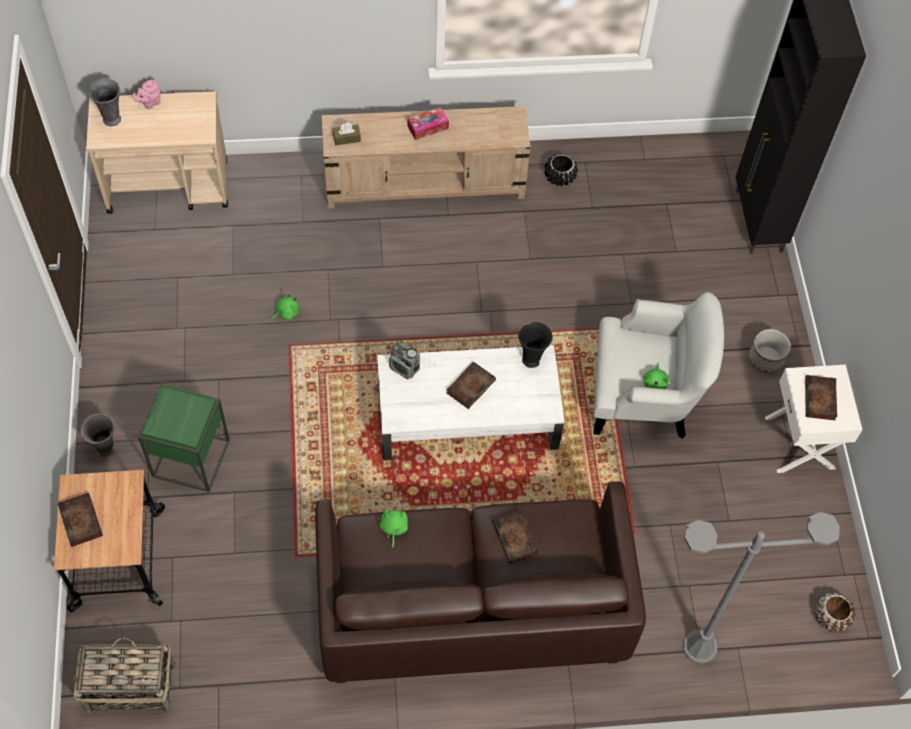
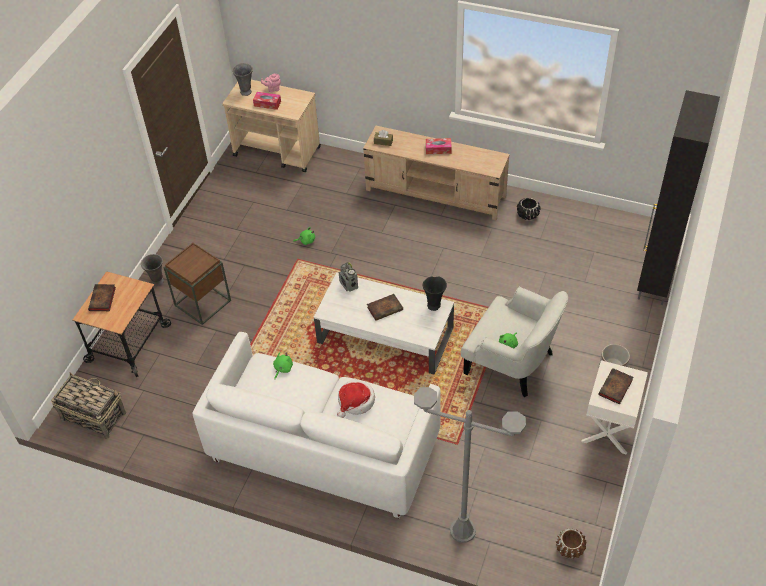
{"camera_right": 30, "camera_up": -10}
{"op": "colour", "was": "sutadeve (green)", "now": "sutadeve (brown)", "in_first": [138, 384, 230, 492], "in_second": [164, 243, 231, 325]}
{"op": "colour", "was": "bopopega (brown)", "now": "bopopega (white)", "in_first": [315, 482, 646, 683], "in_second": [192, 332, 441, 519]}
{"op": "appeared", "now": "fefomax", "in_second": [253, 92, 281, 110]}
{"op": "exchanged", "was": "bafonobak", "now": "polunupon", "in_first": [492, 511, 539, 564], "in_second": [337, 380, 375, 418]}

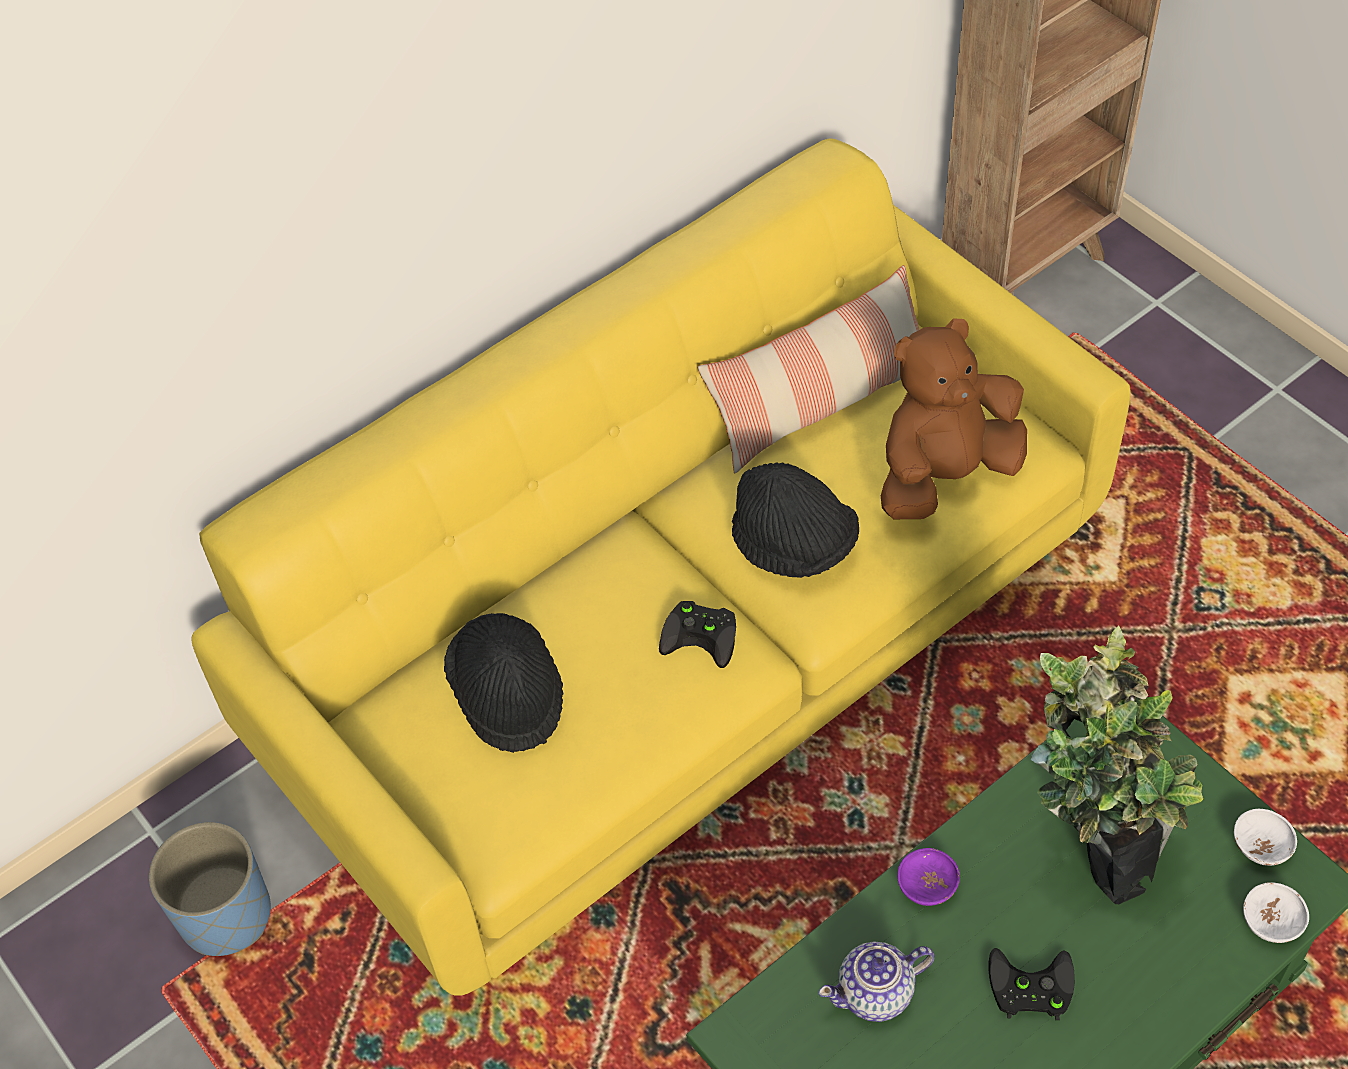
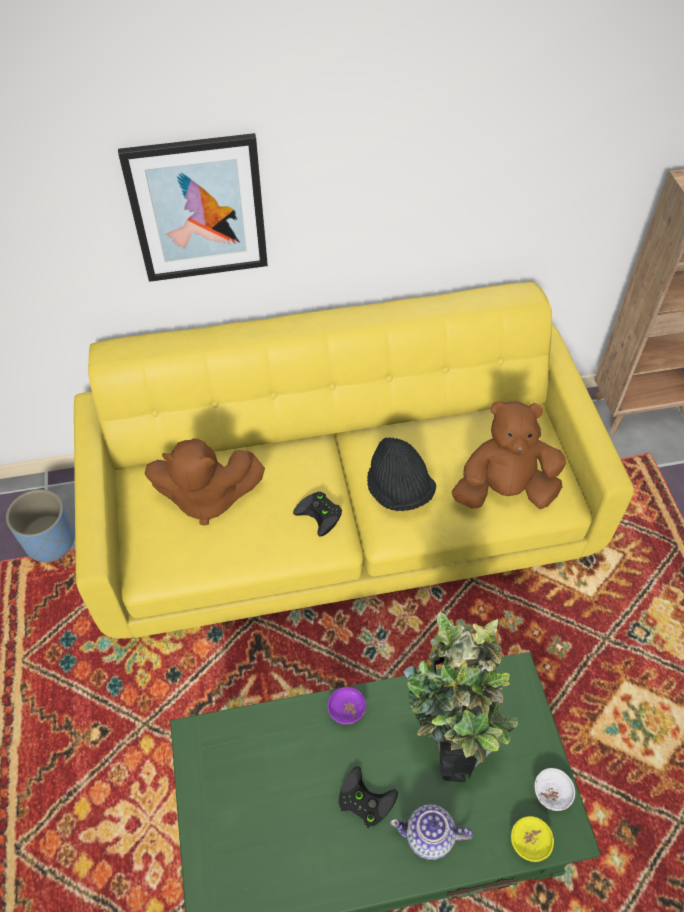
{"camera_right": 25, "camera_up": 0}
{"op": "appeared", "now": "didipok", "in_second": [118, 133, 268, 282]}
{"op": "exchanged", "was": "polunupon (black)", "now": "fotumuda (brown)", "in_first": [444, 613, 563, 753], "in_second": [144, 438, 265, 526]}
{"op": "relocated", "was": "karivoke", "in_first": [819, 941, 935, 1022], "in_second": [390, 805, 473, 860]}
{"op": "colour", "was": "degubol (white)", "now": "degubol (yellow)", "in_first": [1243, 882, 1309, 943], "in_second": [511, 816, 554, 862]}
{"op": "missing", "was": "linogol", "in_first": [697, 265, 919, 473]}

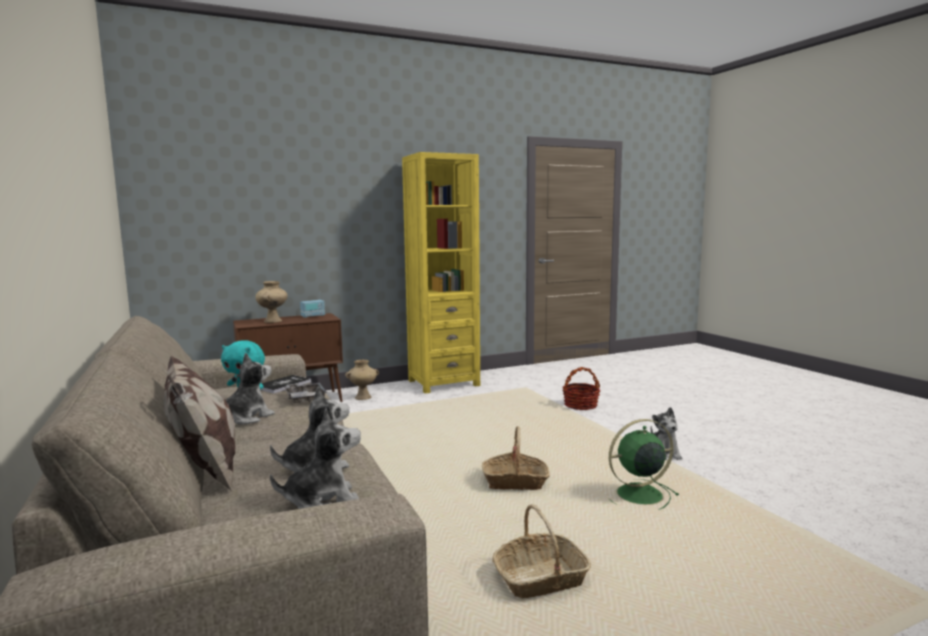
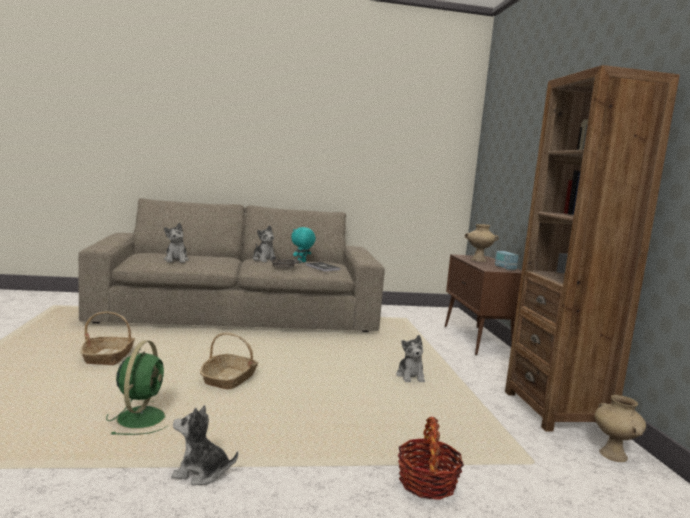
{"camera_right": 105, "camera_up": 0}
{"op": "relocated", "was": "fotumuda", "in_first": [270, 409, 361, 509], "in_second": [396, 335, 425, 382]}
{"op": "colour", "was": "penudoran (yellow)", "now": "penudoran (brown)", "in_first": [402, 152, 480, 394], "in_second": [505, 65, 680, 432]}
{"op": "relocated", "was": "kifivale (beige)", "in_first": [345, 360, 379, 400], "in_second": [595, 395, 646, 462]}
{"op": "missing", "was": "linogol", "in_first": [164, 355, 235, 491]}

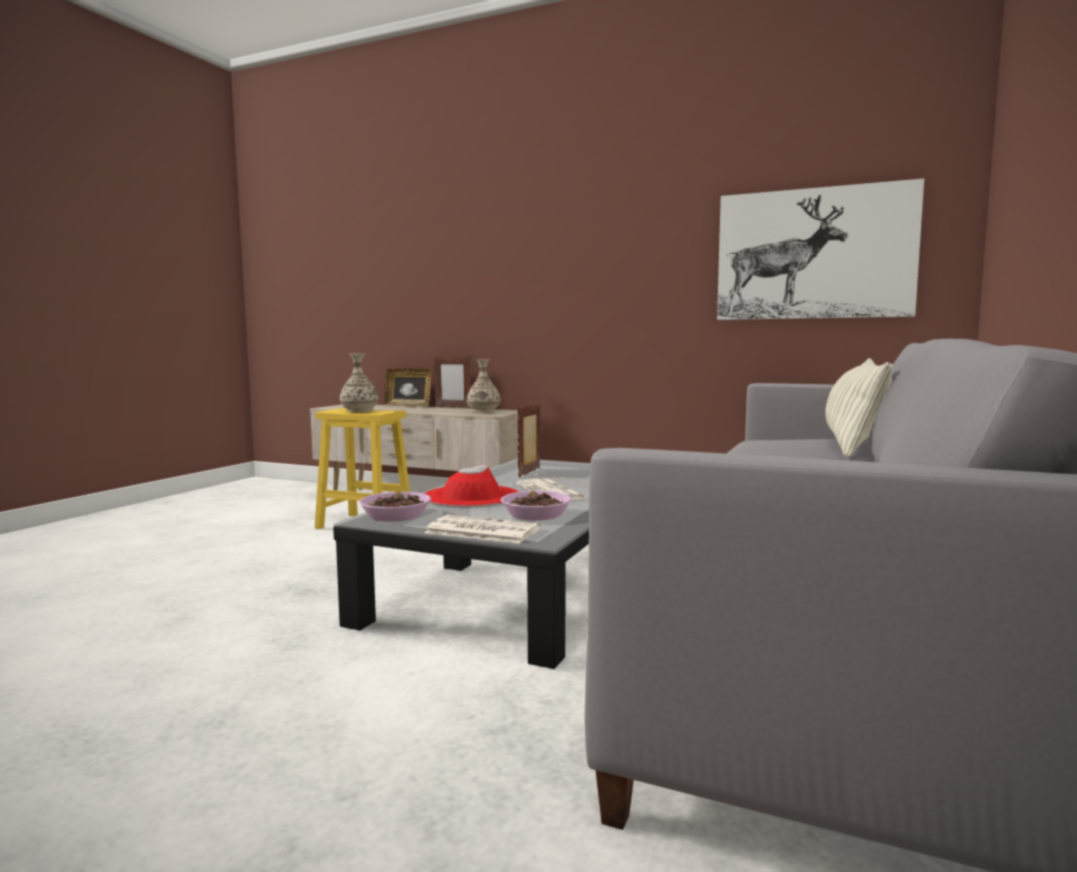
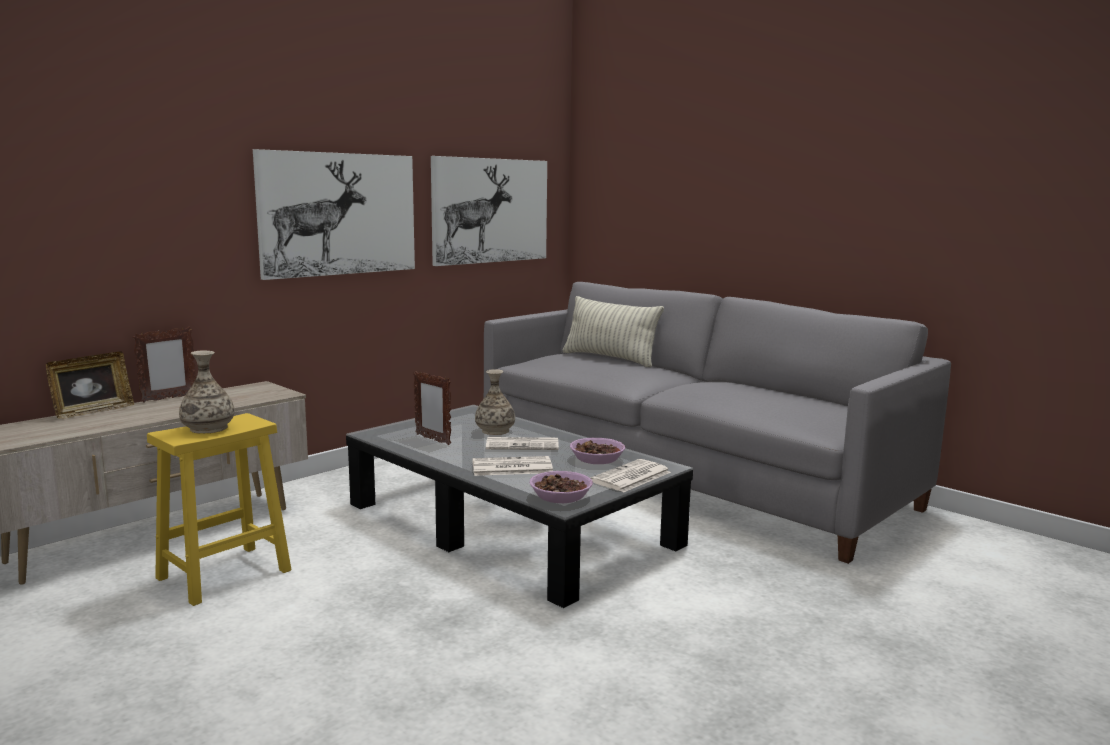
{"camera_right": -70, "camera_up": 5}
{"op": "appeared", "now": "didipok", "in_second": [253, 149, 415, 280]}
{"op": "exchanged", "was": "polunupon (red)", "now": "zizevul", "in_first": [424, 465, 519, 507], "in_second": [472, 456, 553, 476]}
{"op": "relocated", "was": "kifivale", "in_first": [467, 359, 501, 412], "in_second": [475, 369, 515, 435]}

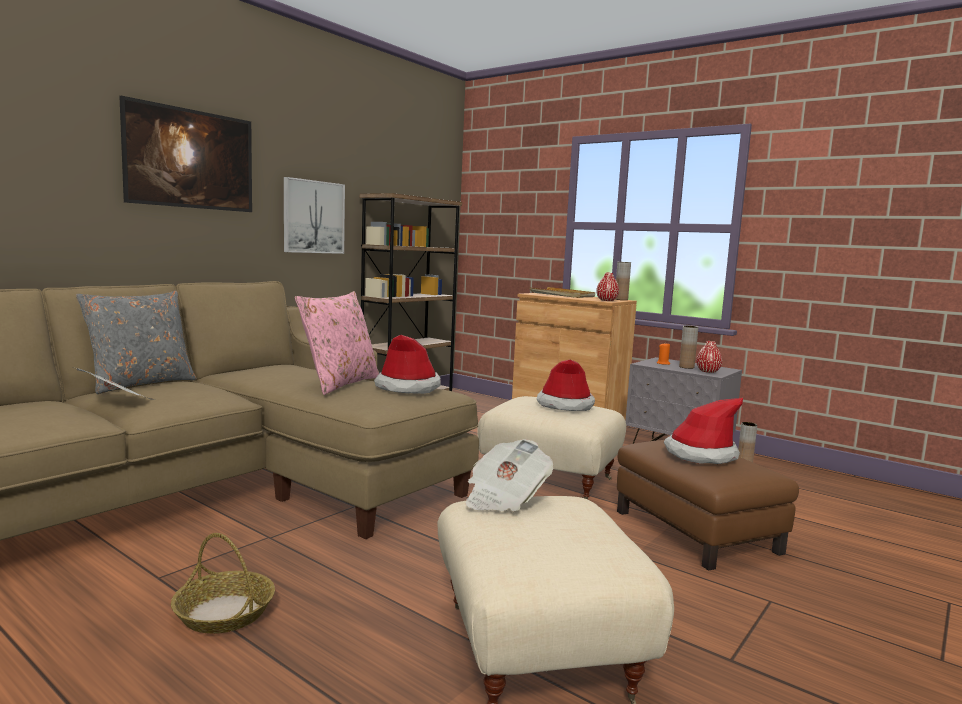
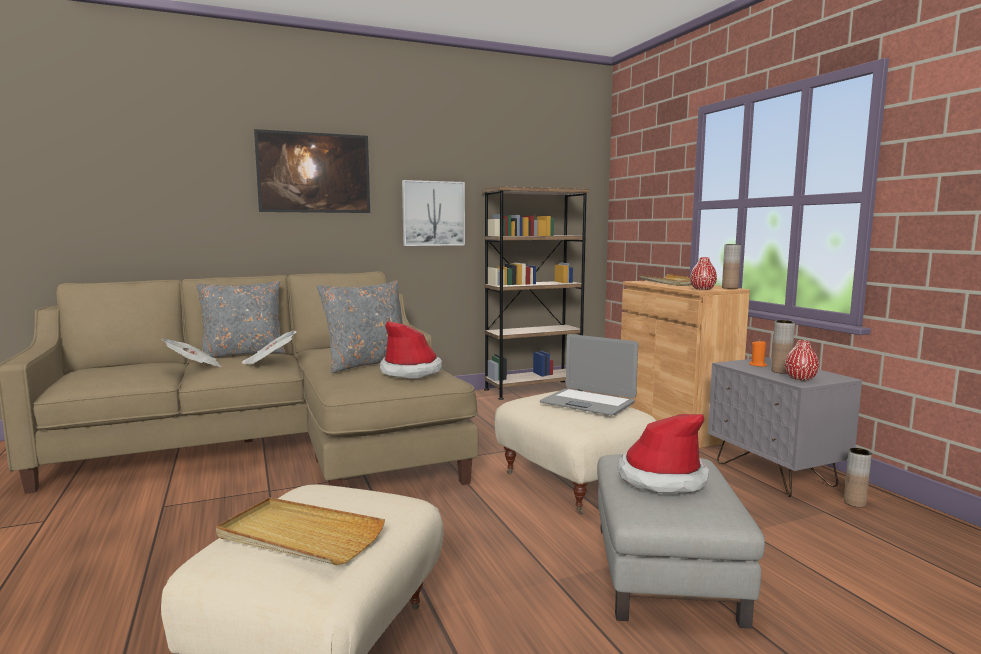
{"camera_right": 30, "camera_up": 0}
{"op": "appeared", "now": "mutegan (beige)", "in_second": [216, 497, 385, 565]}
{"op": "relocated", "was": "zizevul", "in_first": [466, 439, 553, 511], "in_second": [242, 331, 297, 365]}
{"op": "colour", "was": "linogol (pink)", "now": "linogol (grey)", "in_first": [295, 291, 379, 395], "in_second": [317, 280, 403, 373]}
{"op": "exchanged", "was": "polunupon", "now": "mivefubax", "in_first": [537, 360, 595, 411], "in_second": [540, 334, 638, 415]}
{"op": "colour", "was": "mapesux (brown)", "now": "mapesux (grey)", "in_first": [617, 440, 799, 571], "in_second": [597, 454, 765, 629]}
{"op": "missing", "was": "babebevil", "in_first": [171, 533, 275, 634]}

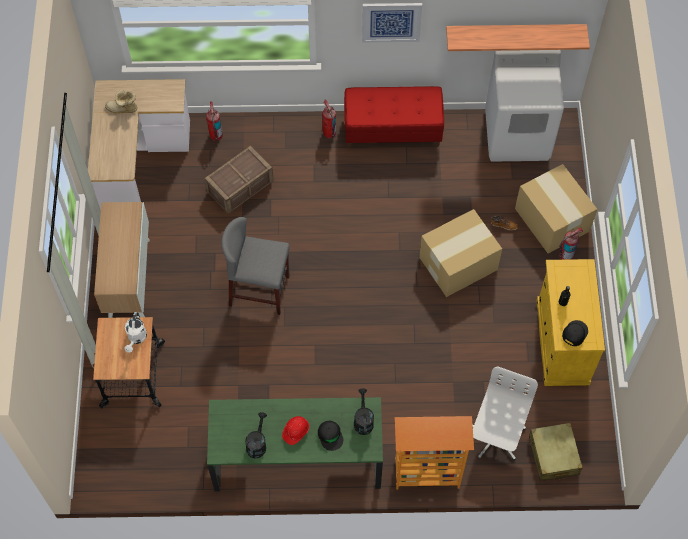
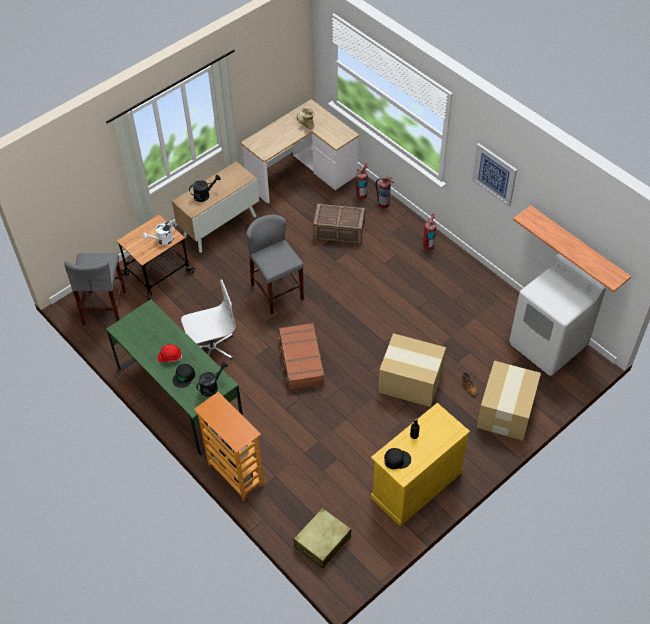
{"camera_right": 50, "camera_up": -10}
{"op": "appeared", "now": "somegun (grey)", "in_second": [64, 253, 126, 326]}
{"op": "relocated", "was": "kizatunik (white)", "in_first": [473, 367, 538, 461], "in_second": [181, 279, 236, 360]}
{"op": "relocated", "was": "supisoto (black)", "in_first": [245, 412, 267, 458], "in_second": [189, 175, 221, 202]}
{"op": "appeared", "now": "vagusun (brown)", "in_second": [278, 323, 325, 390]}
{"op": "relocated", "was": "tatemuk", "in_first": [559, 227, 583, 260], "in_second": [376, 176, 394, 208]}
{"op": "missing", "was": "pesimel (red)", "in_first": [344, 86, 444, 149]}

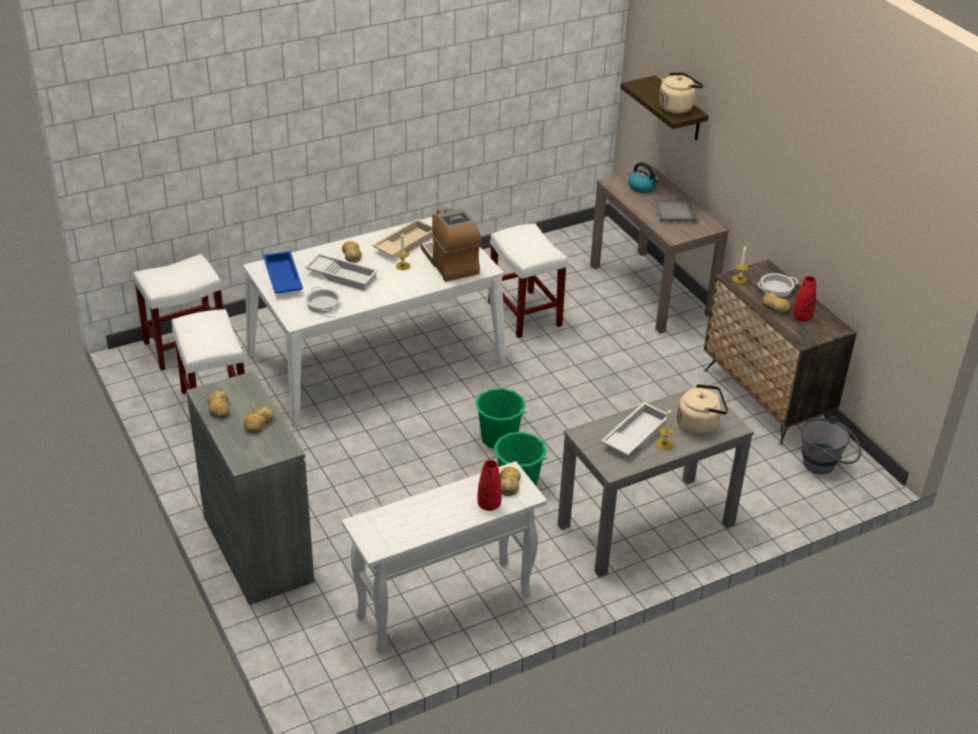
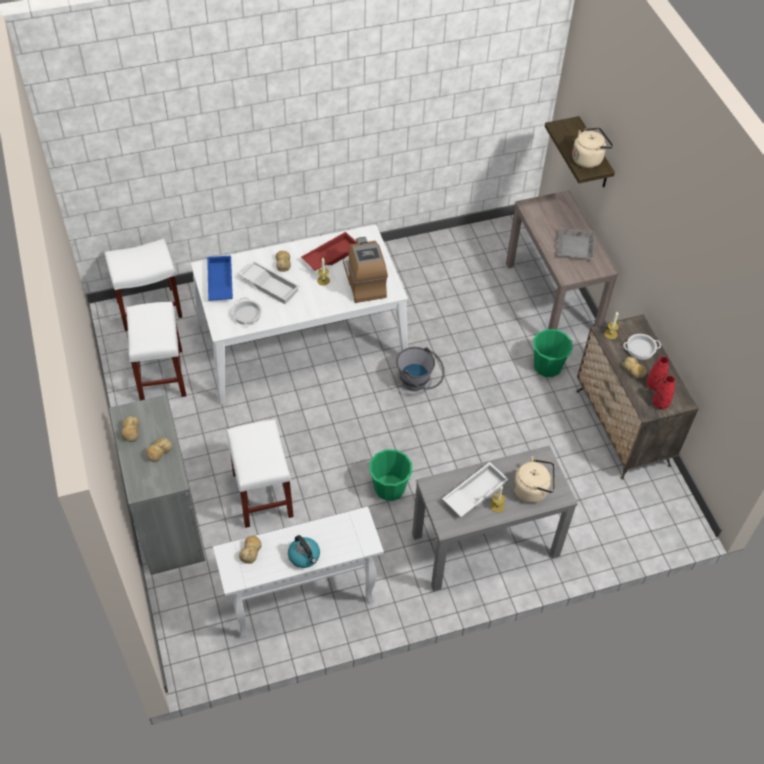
{"camera_right": 10, "camera_up": 15}
{"op": "relocated", "was": "somegun (white)", "in_first": [488, 223, 568, 338], "in_second": [226, 419, 294, 528]}
{"op": "relocated", "was": "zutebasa", "in_first": [500, 467, 521, 496], "in_second": [239, 536, 262, 564]}
{"op": "relocated", "was": "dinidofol", "in_first": [629, 162, 659, 193], "in_second": [288, 535, 320, 568]}
{"op": "colour", "was": "mutegan (beige)", "now": "mutegan (red)", "in_first": [372, 219, 433, 256], "in_second": [301, 232, 356, 271]}
{"op": "relocated", "was": "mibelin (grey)", "in_first": [801, 416, 861, 475], "in_second": [396, 347, 444, 391]}
{"op": "relocated", "was": "mibelin (green)", "in_first": [475, 388, 527, 449], "in_second": [533, 329, 573, 377]}
{"op": "relocated", "was": "kifivale (red)", "in_first": [477, 460, 502, 511], "in_second": [652, 375, 675, 409]}

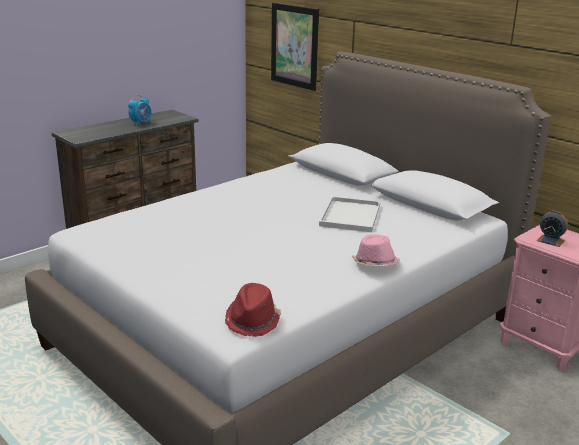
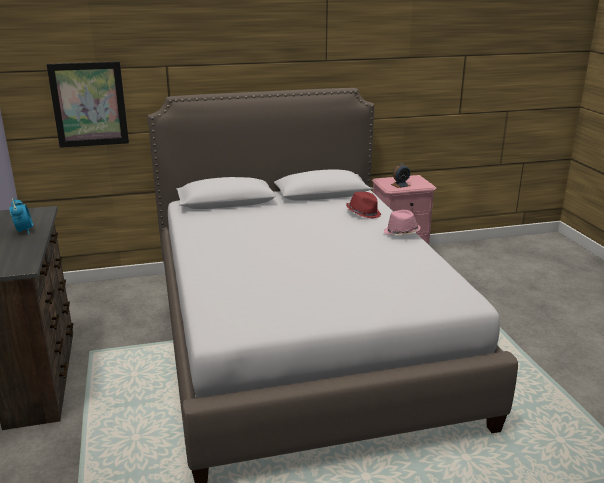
{"camera_right": -60, "camera_up": 0}
{"op": "relocated", "was": "polunupon (red)", "in_first": [225, 283, 281, 337], "in_second": [346, 192, 381, 219]}
{"op": "missing", "was": "mutegan (white)", "in_first": [319, 196, 380, 232]}

